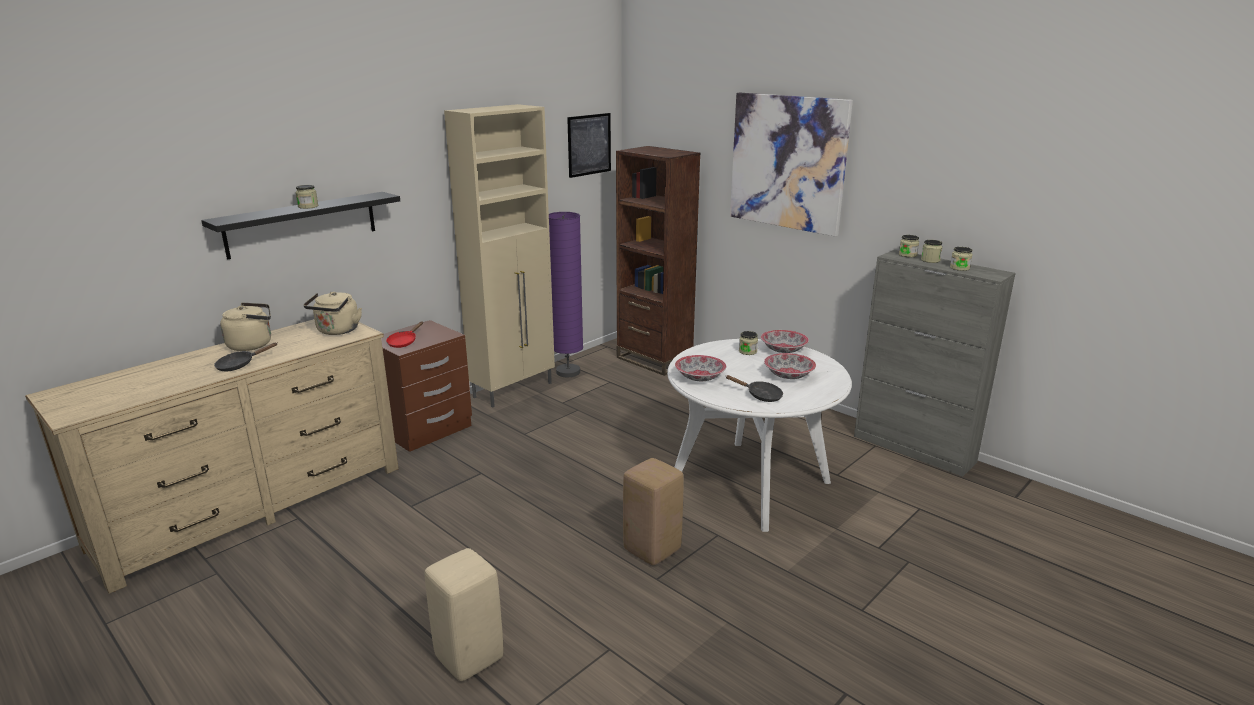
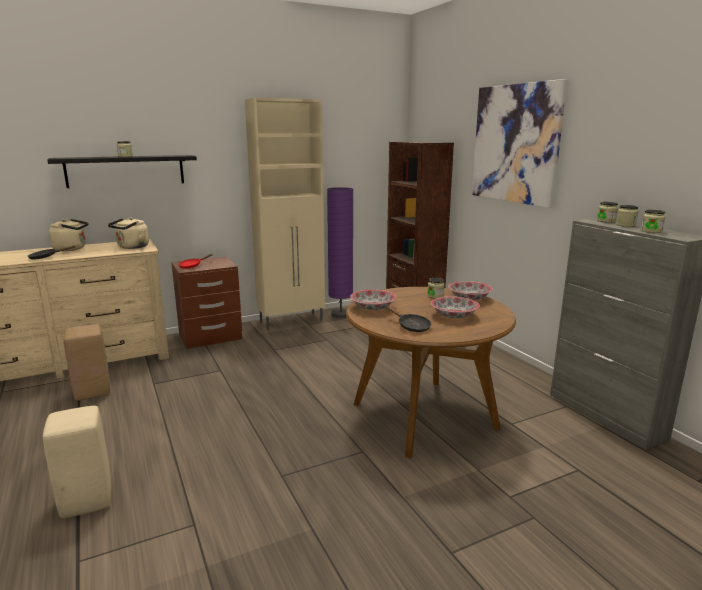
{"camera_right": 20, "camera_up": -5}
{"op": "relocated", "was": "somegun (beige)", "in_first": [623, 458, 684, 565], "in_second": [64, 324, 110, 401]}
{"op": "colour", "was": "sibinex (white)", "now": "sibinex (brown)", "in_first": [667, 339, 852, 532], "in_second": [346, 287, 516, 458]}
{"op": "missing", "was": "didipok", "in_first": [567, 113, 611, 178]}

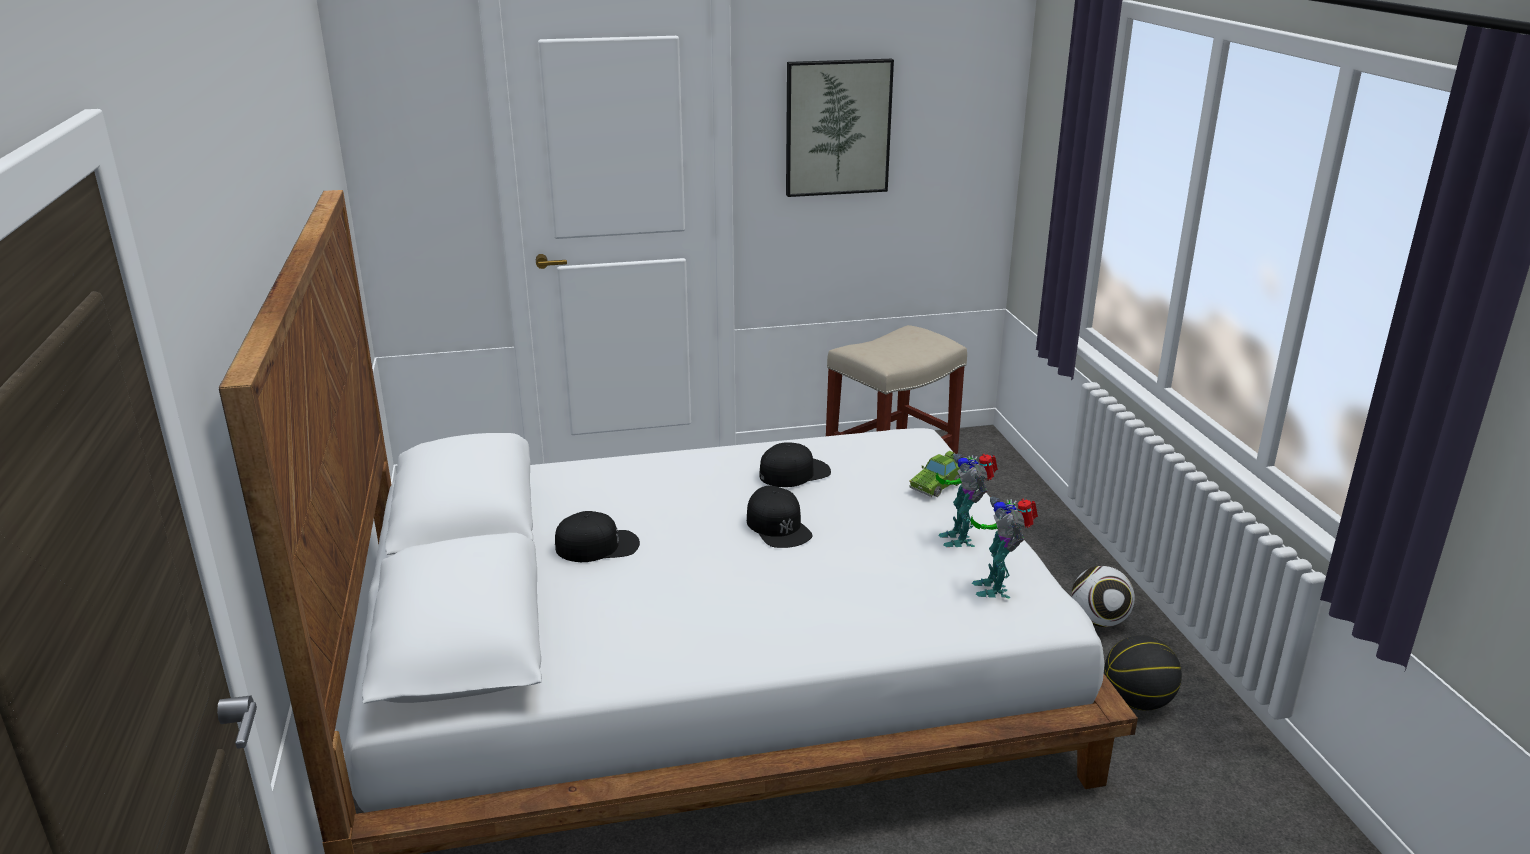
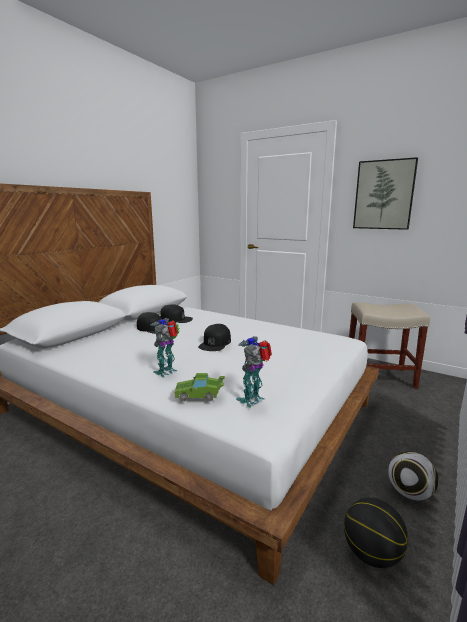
{"camera_right": 45, "camera_up": -10}
{"op": "relocated", "was": "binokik", "in_first": [936, 453, 998, 547], "in_second": [151, 318, 179, 378]}
{"op": "relocated", "was": "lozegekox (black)", "in_first": [760, 442, 831, 487], "in_second": [160, 304, 193, 323]}
{"op": "relocated", "was": "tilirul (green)", "in_first": [909, 451, 968, 497], "in_second": [174, 373, 225, 401]}

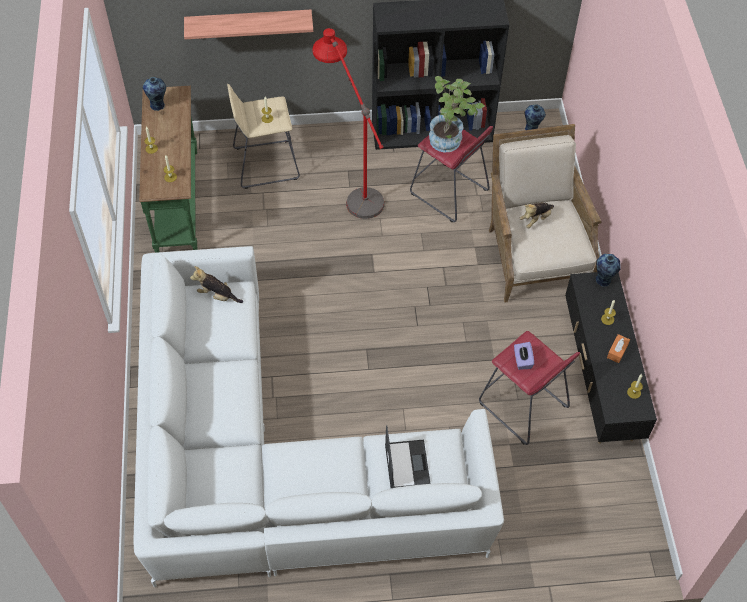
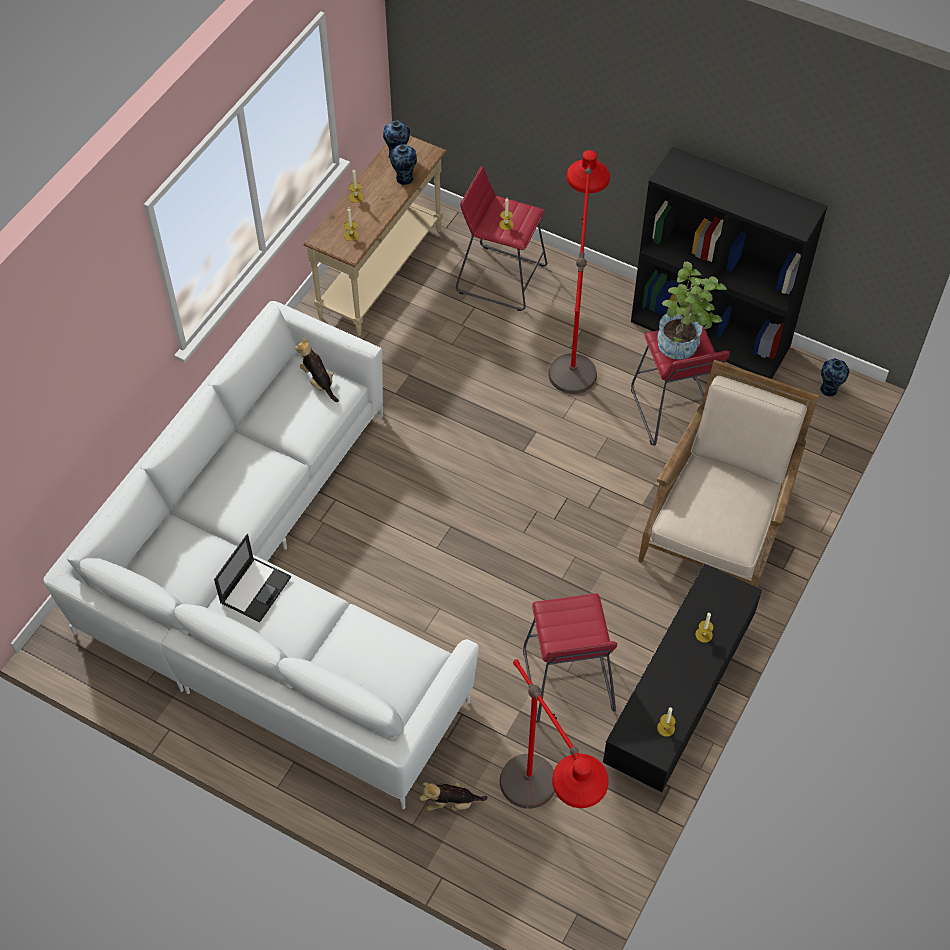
{"camera_right": 35, "camera_up": 0}
{"op": "relocated", "was": "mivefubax", "in_first": [385, 425, 431, 488], "in_second": [214, 534, 291, 622]}
{"op": "colour", "was": "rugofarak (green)", "now": "rugofarak (beige)", "in_first": [139, 86, 198, 253], "in_second": [304, 136, 447, 336]}
{"op": "relocated", "was": "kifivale", "in_first": [596, 254, 621, 286], "in_second": [390, 144, 417, 185]}
{"op": "relocated", "was": "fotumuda", "in_first": [520, 202, 554, 228], "in_second": [419, 782, 488, 811]}
{"op": "colour", "was": "somegun (beige)", "now": "somegun (red)", "in_first": [227, 84, 300, 189], "in_second": [456, 166, 547, 311]}
{"op": "appeared", "now": "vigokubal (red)", "in_second": [500, 659, 609, 809]}
{"op": "missing", "was": "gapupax", "in_first": [184, 10, 313, 39]}
{"op": "missing", "was": "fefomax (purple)", "in_first": [514, 342, 534, 370]}
{"op": "missing", "was": "fefomax (orange)", "in_first": [607, 334, 630, 363]}

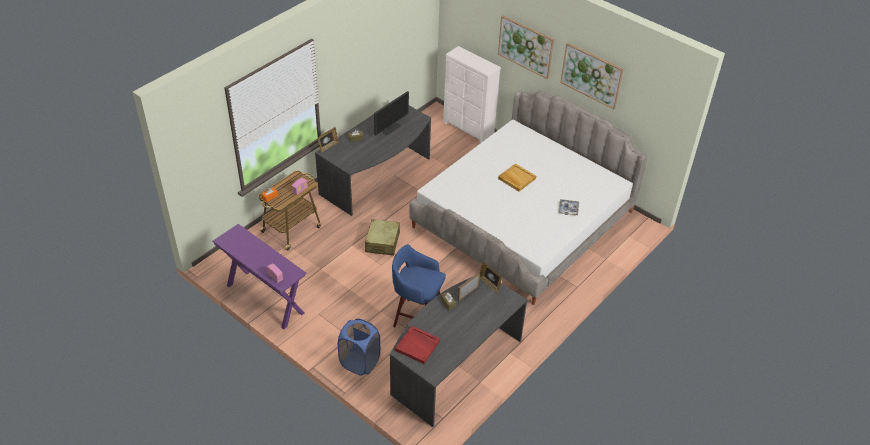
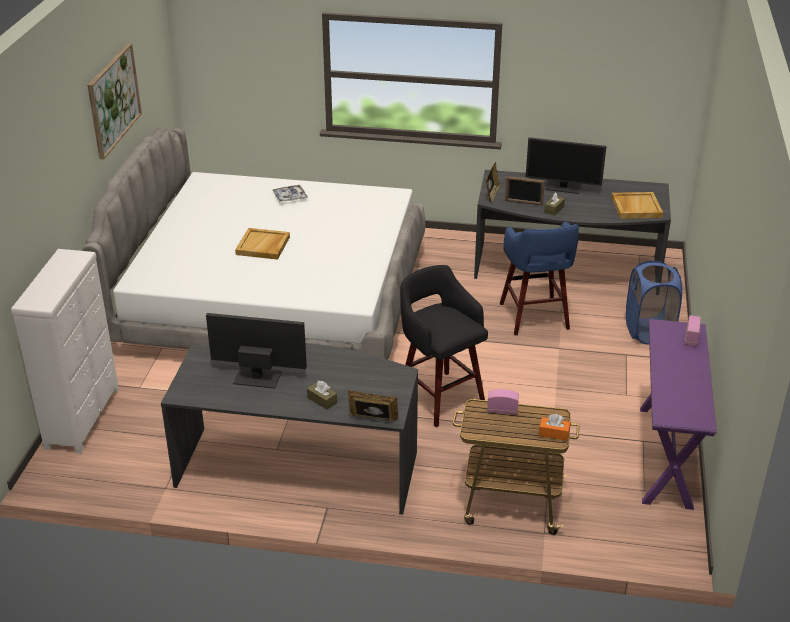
{"camera_right": -120, "camera_up": -10}
{"op": "exchanged", "was": "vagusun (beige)", "now": "somegun (black)", "in_first": [365, 219, 400, 255], "in_second": [400, 265, 488, 427]}
{"op": "appeared", "now": "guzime", "in_second": [526, 137, 606, 194]}
{"op": "colour", "was": "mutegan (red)", "now": "mutegan (beige)", "in_first": [395, 326, 440, 364], "in_second": [611, 192, 663, 219]}
{"op": "missing", "was": "didipok", "in_first": [498, 15, 554, 79]}

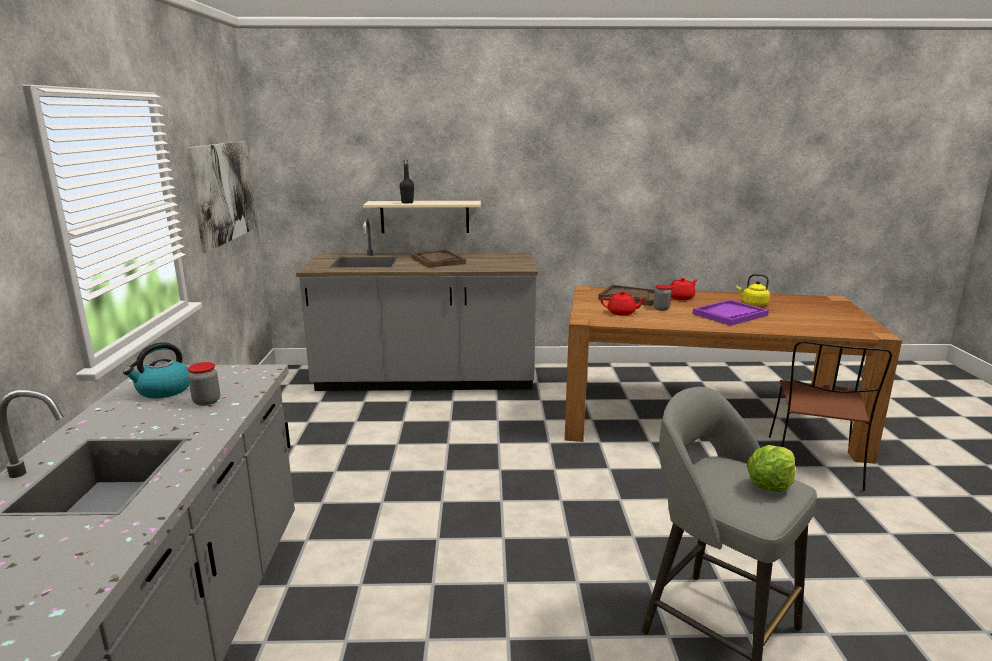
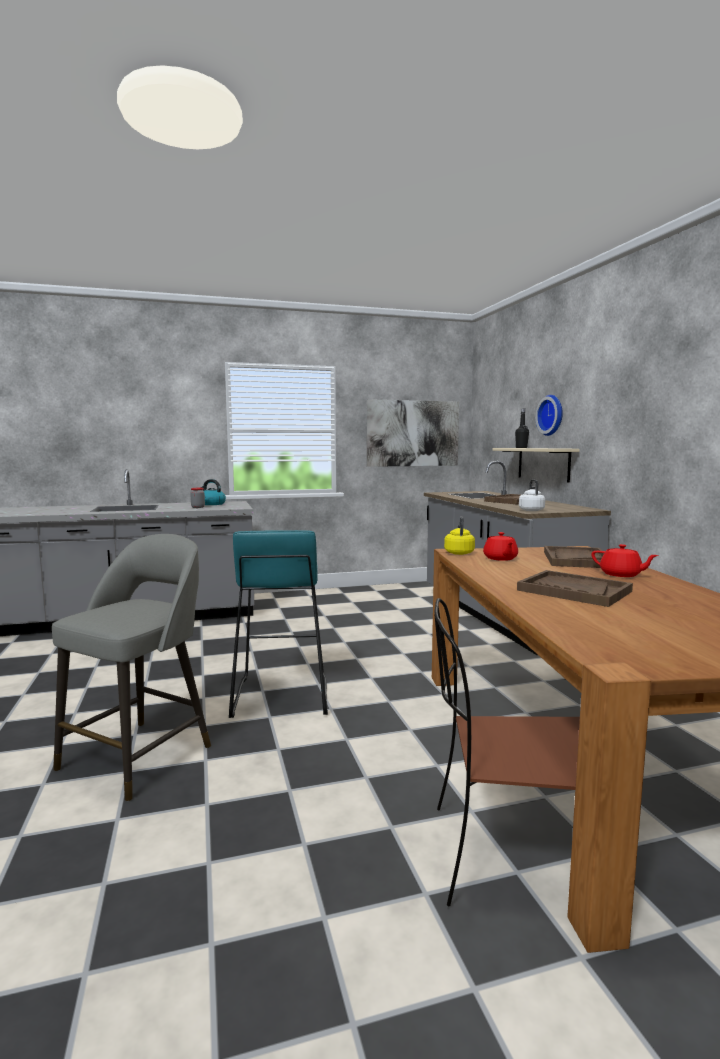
{"camera_right": 75, "camera_up": -10}
{"op": "appeared", "now": "somegun (turquoise)", "in_second": [229, 530, 328, 718]}
{"op": "relocated", "was": "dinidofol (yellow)", "in_first": [736, 274, 770, 306], "in_second": [444, 516, 475, 555]}
{"op": "colour", "was": "mutegan (purple)", "now": "mutegan (brown)", "in_first": [693, 300, 769, 326], "in_second": [517, 570, 633, 607]}
{"op": "appeared", "now": "dinidofol (white)", "in_second": [519, 479, 545, 511]}
{"op": "appeared", "now": "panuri", "in_second": [535, 395, 563, 436]}
{"op": "missing", "was": "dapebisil", "in_first": [653, 284, 671, 311]}
{"op": "missing", "was": "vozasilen", "in_first": [746, 445, 795, 492]}

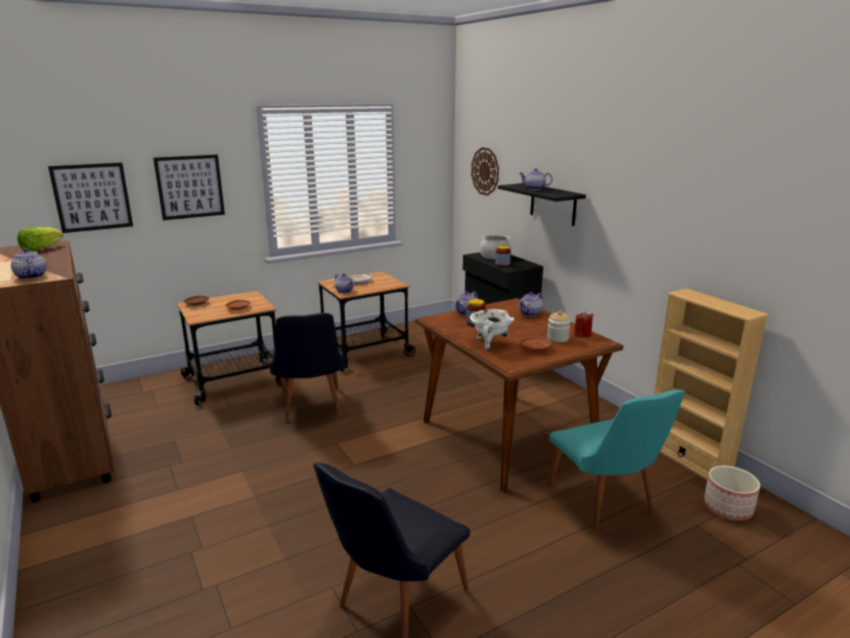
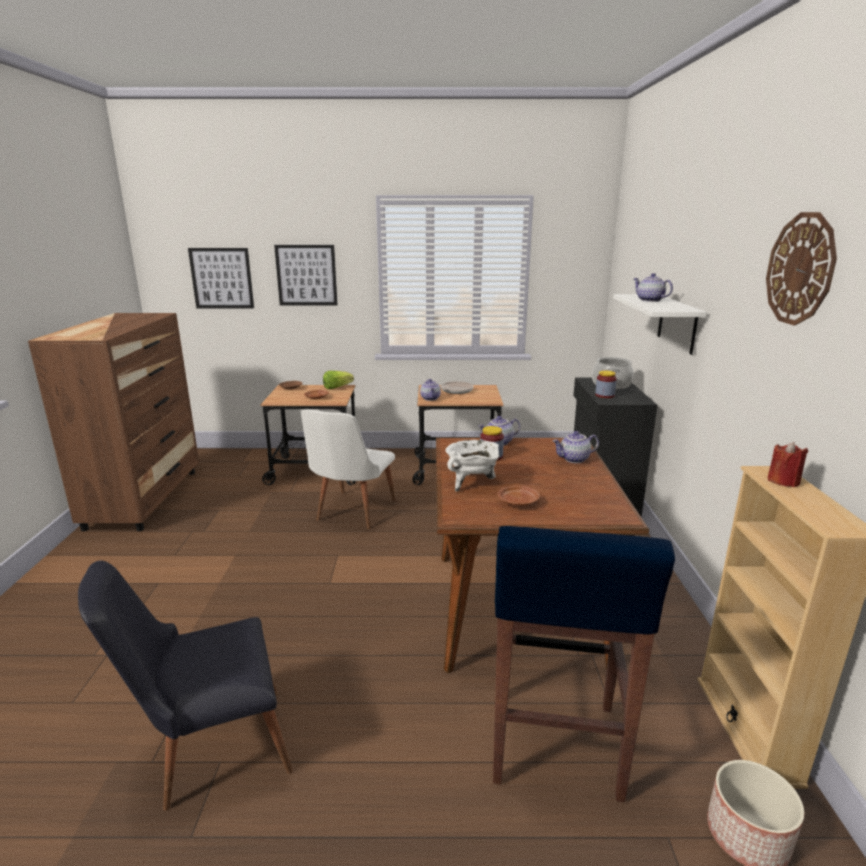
{"camera_right": 30, "camera_up": 0}
{"op": "colour", "was": "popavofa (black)", "now": "popavofa (white)", "in_first": [270, 313, 345, 423], "in_second": [301, 409, 395, 529]}
{"op": "relocated", "was": "vozasilen", "in_first": [17, 227, 63, 251], "in_second": [323, 371, 354, 389]}
{"op": "exchanged", "was": "popavofa (turquoise)", "now": "somegun (blue)", "in_first": [548, 390, 685, 532], "in_second": [493, 526, 675, 802]}
{"op": "colour", "was": "gapupax (black)", "now": "gapupax (white)", "in_first": [498, 183, 586, 226], "in_second": [613, 294, 707, 355]}
{"op": "relocated", "was": "panuri", "in_first": [471, 147, 499, 196], "in_second": [766, 212, 837, 326]}
{"op": "relocated", "was": "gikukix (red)", "in_first": [574, 311, 593, 338], "in_second": [768, 442, 808, 487]}
{"op": "missing", "was": "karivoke", "in_first": [11, 248, 47, 280]}
{"op": "missing", "was": "dapebisil", "in_first": [547, 311, 571, 343]}

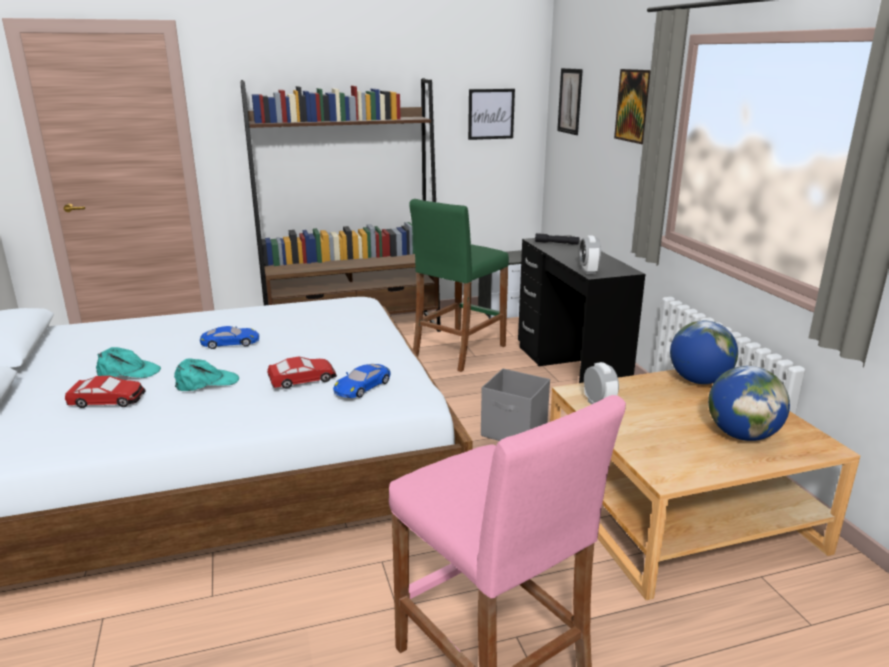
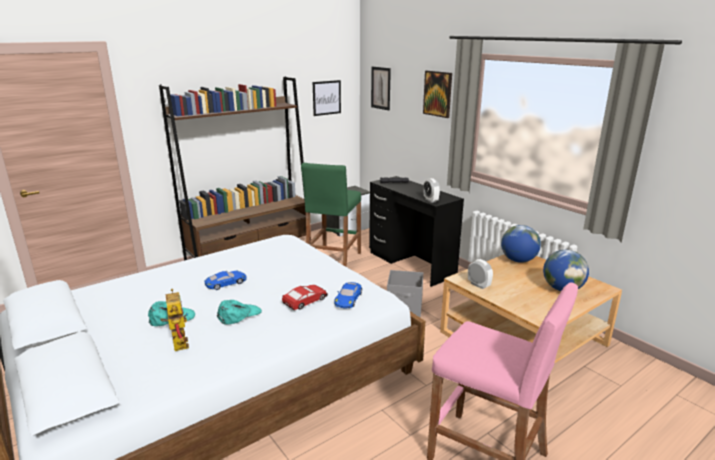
{"camera_right": -20, "camera_up": 0}
{"op": "exchanged", "was": "tilirul", "now": "binokik", "in_first": [65, 376, 145, 408], "in_second": [160, 289, 189, 351]}

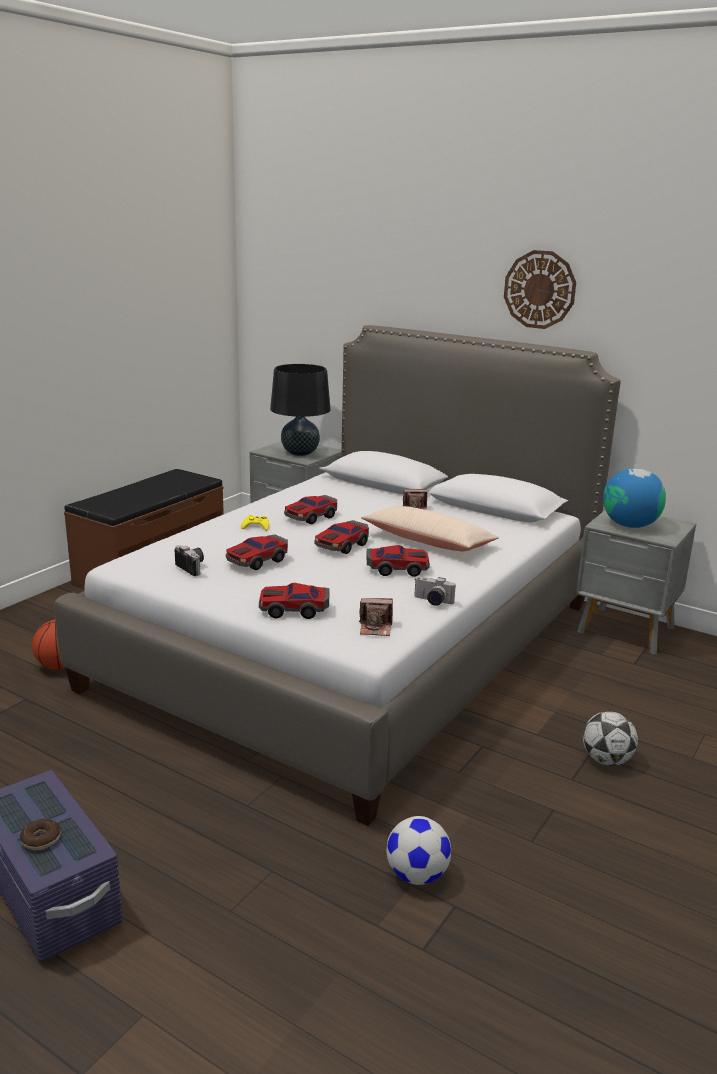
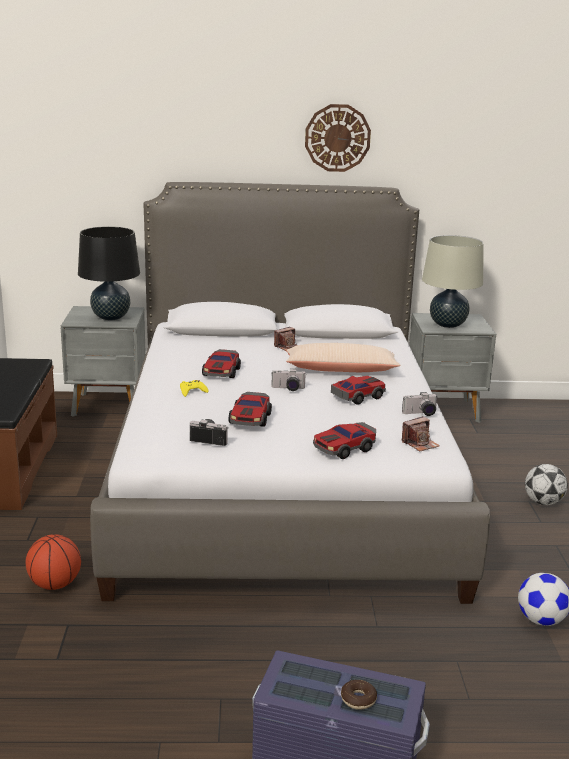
{"camera_right": -35, "camera_up": 0}
{"op": "exchanged", "was": "tilirul", "now": "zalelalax", "in_first": [314, 520, 369, 554], "in_second": [271, 369, 306, 391]}
{"op": "exchanged", "was": "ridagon", "now": "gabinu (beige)", "in_first": [603, 468, 666, 528], "in_second": [422, 235, 484, 328]}

